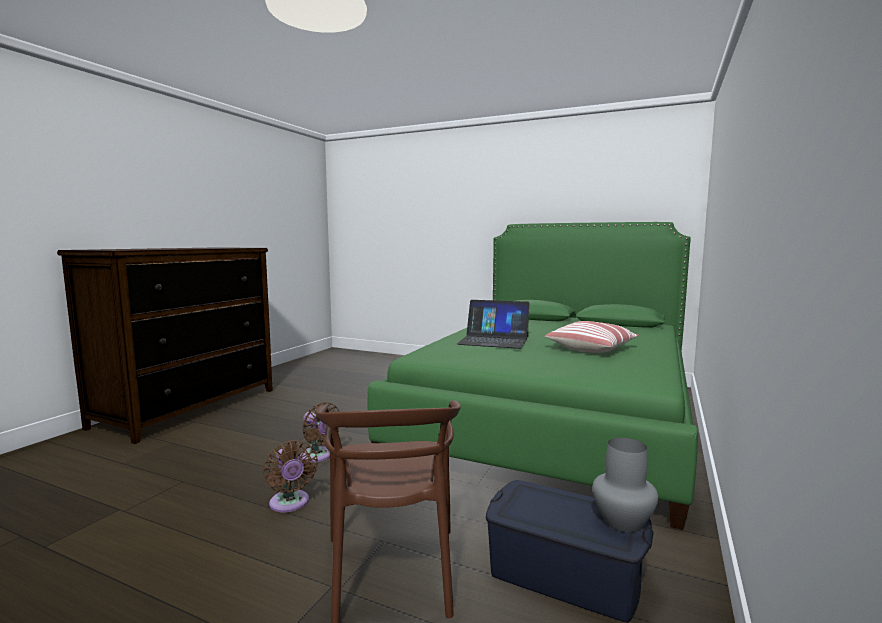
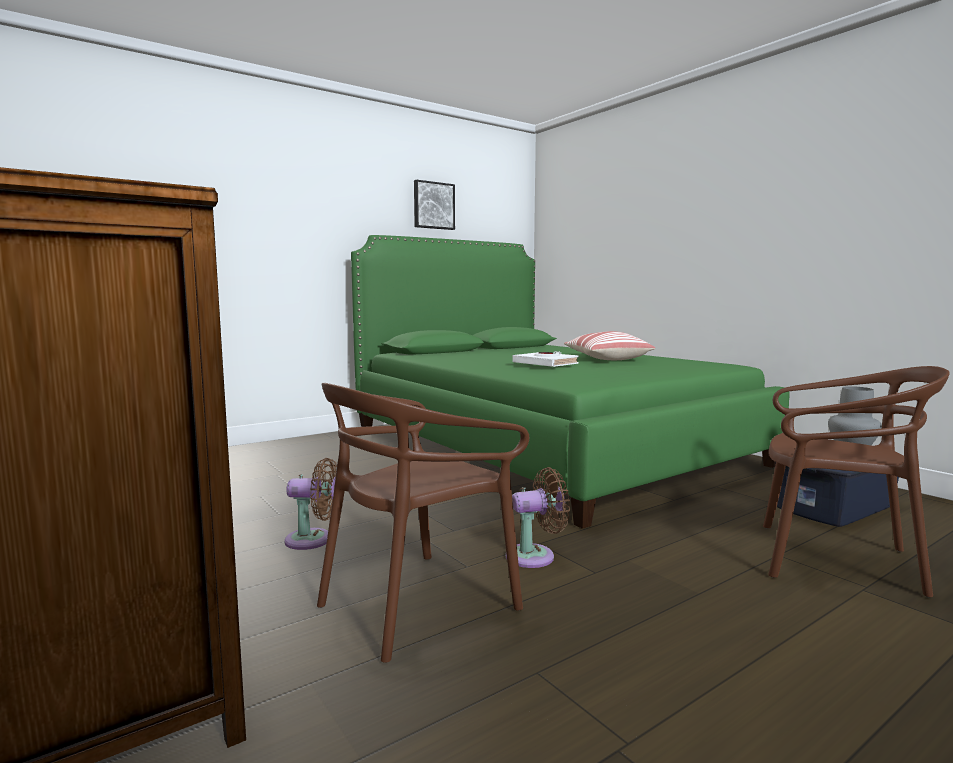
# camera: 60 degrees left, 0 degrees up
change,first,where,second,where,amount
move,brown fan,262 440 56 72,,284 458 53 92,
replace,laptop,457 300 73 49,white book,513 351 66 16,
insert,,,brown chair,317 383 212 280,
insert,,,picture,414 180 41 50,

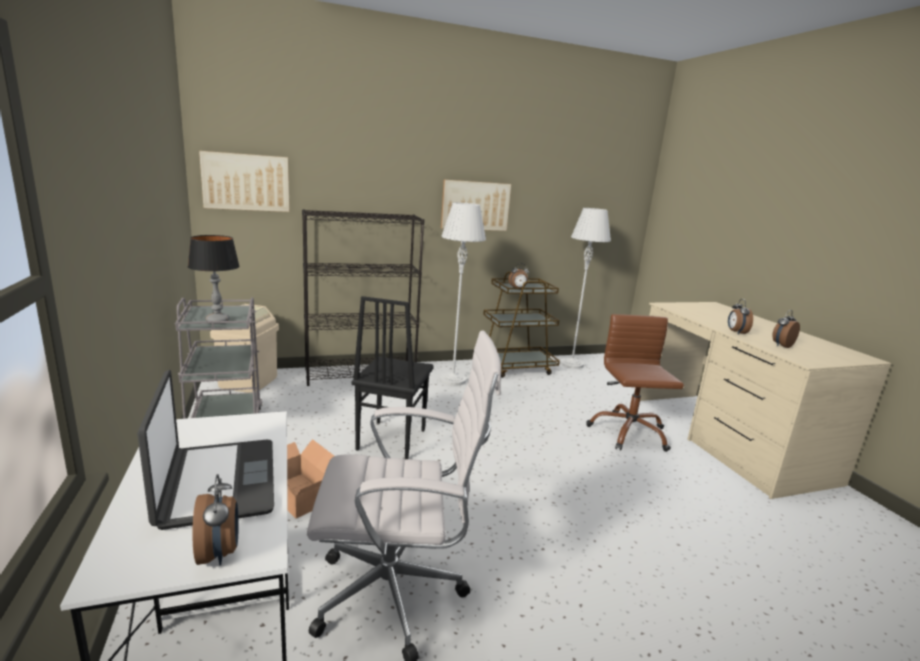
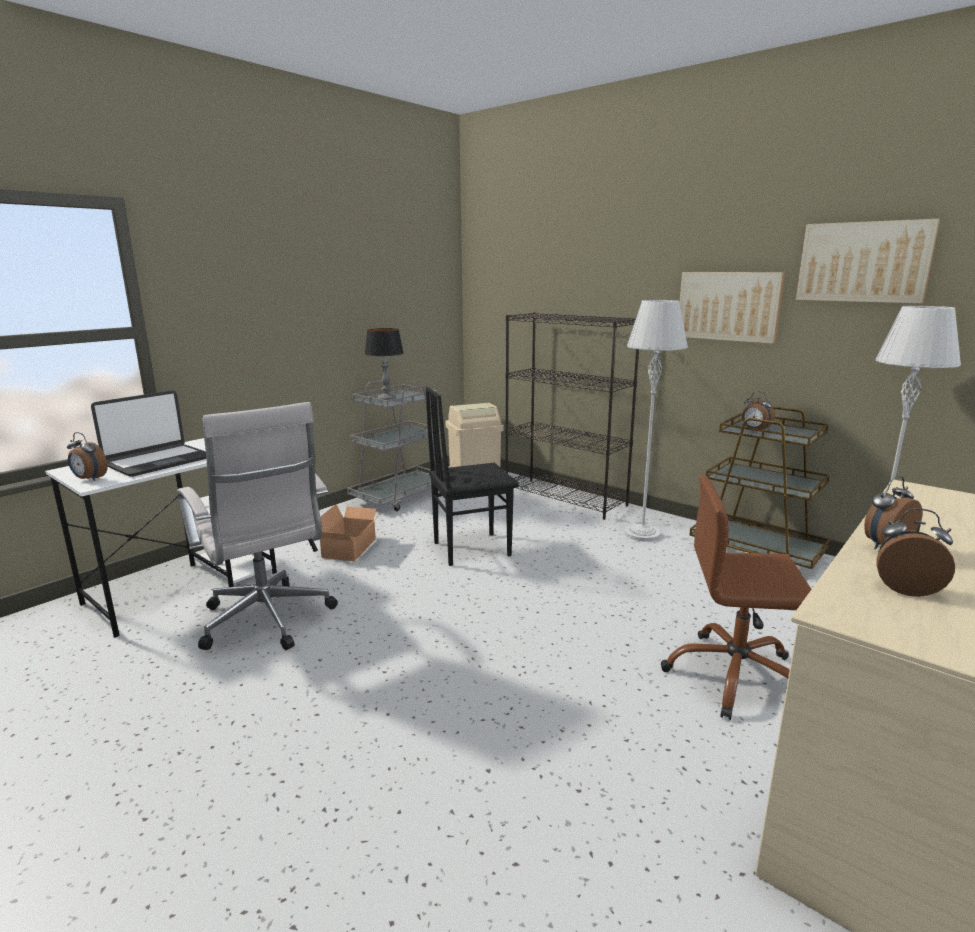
# camera: 60 degrees right, 0 degrees up
change,first,where,second,where,amount
rotate,alarm clock,192 474 47 92,,67 432 41 49,75 degrees clockwise
move,picture,199 151 90 61,,796 219 144 85,
rotate,brown office chair,586 314 98 138,,661 475 151 245,135 degrees counterclockwise

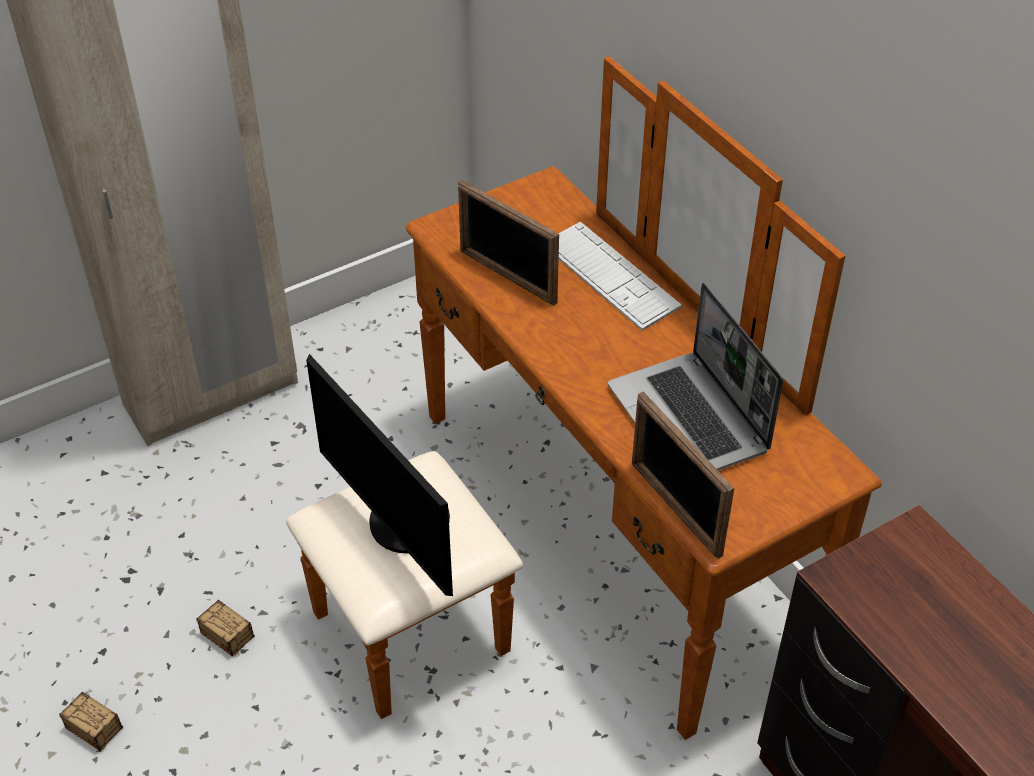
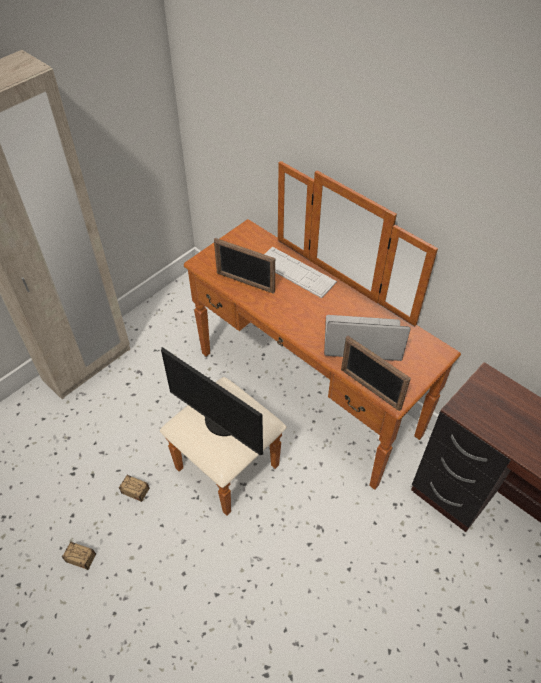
# camera: 15 degrees left, 5 degrees up
change,first,where,second,where,amount
rotate,laptop,608 283 175 187,,324 315 87 46,135 degrees clockwise

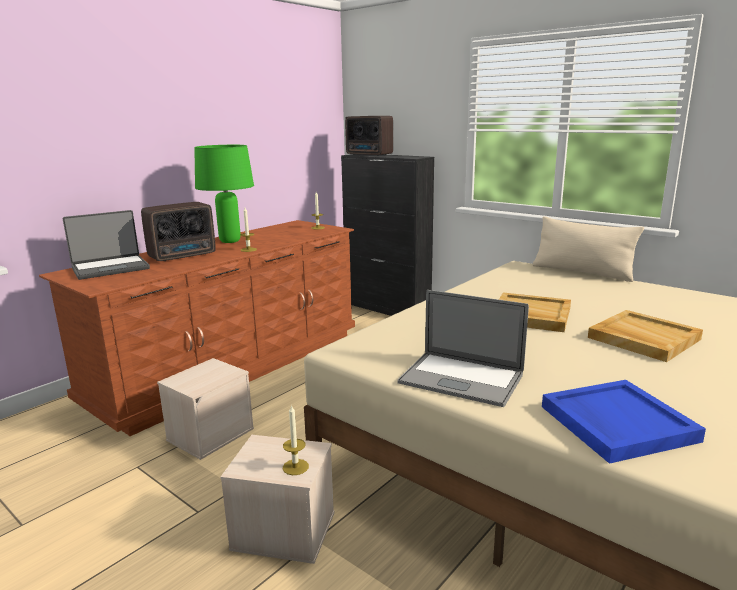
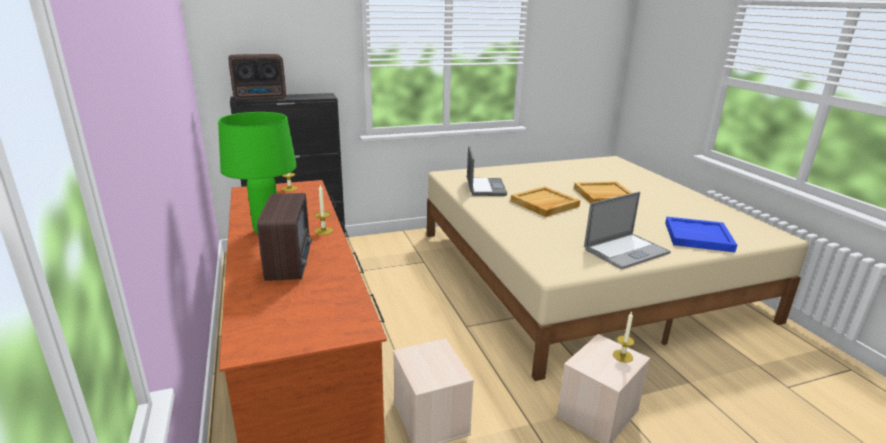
# camera: 60 degrees left, 5 degrees up
change,first,where,second,where,amount
move,laptop,63 210 87 70,,467 146 40 50,
delete,beige pillow,533 216 111 66,,,

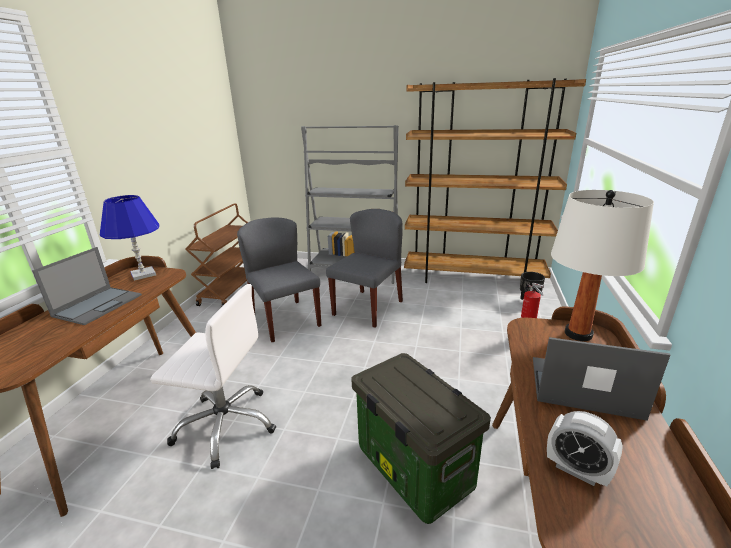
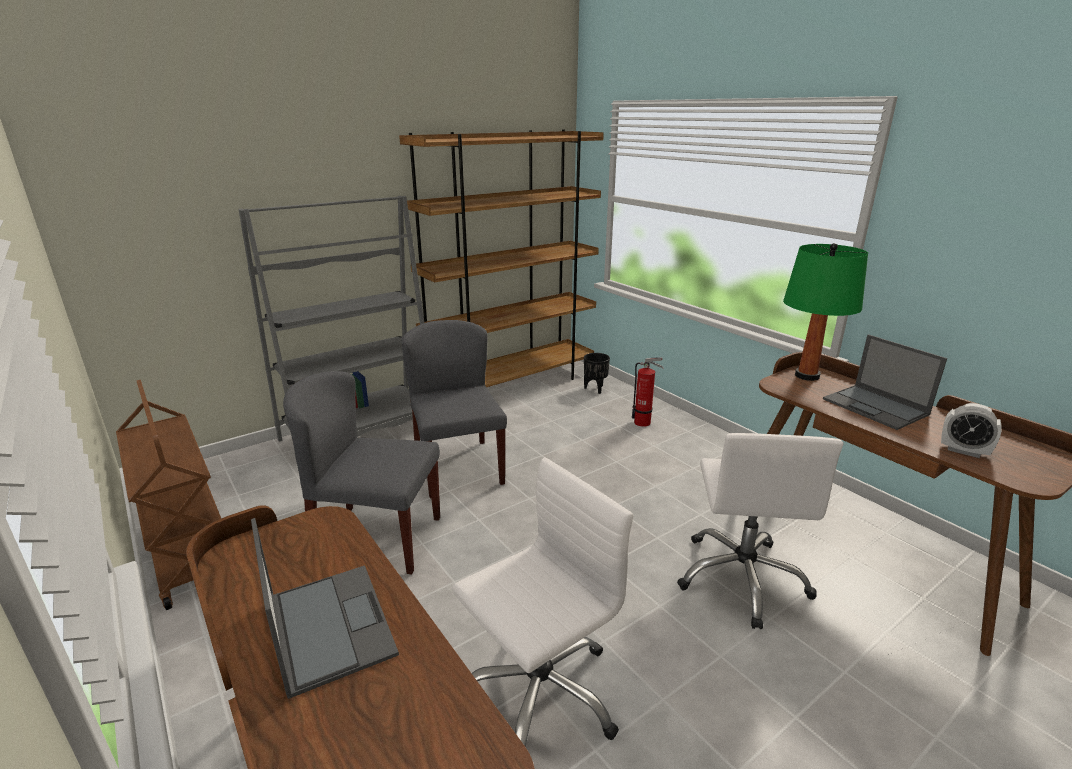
# camera: 50 degrees left, 0 degrees up
change,first,where,second,where,amount
delete,blue table lamp,100 195 60 86,,,
replace,storage box,351 353 140 171,white office chair,677 433 166 196,
rotate,laptop,533 337 137 84,,823 334 124 96,90 degrees counterclockwise
rotate,alarm clock,547 411 76 75,,941 403 60 55,45 degrees clockwise
recolor,white table lamp,551 190 103 151,green table lamp,783 243 85 138,

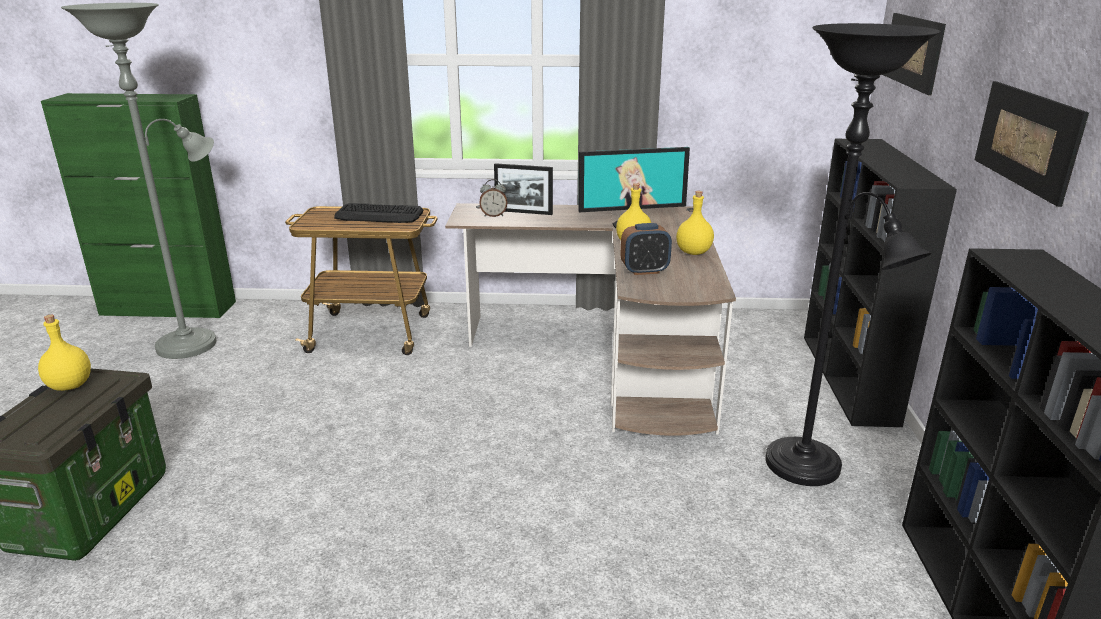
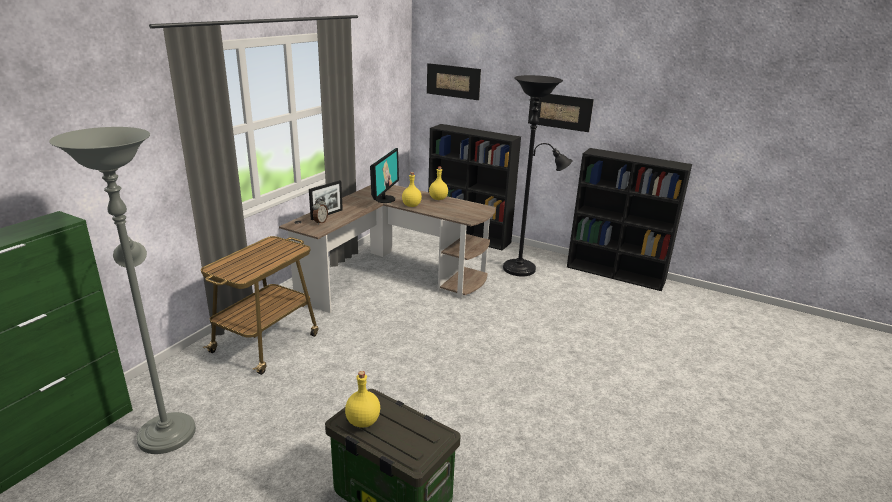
# camera: 65 degrees left, 0 degrees up
change,first,where,second,where,amount
delete,keyboard,334 203 89 20,,,
delete,alarm clock,620 223 52 52,,,

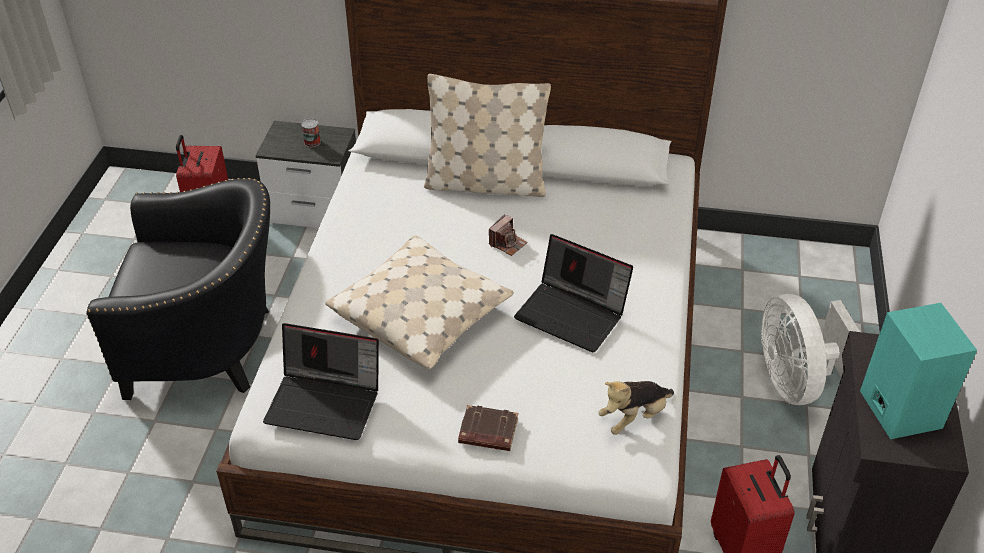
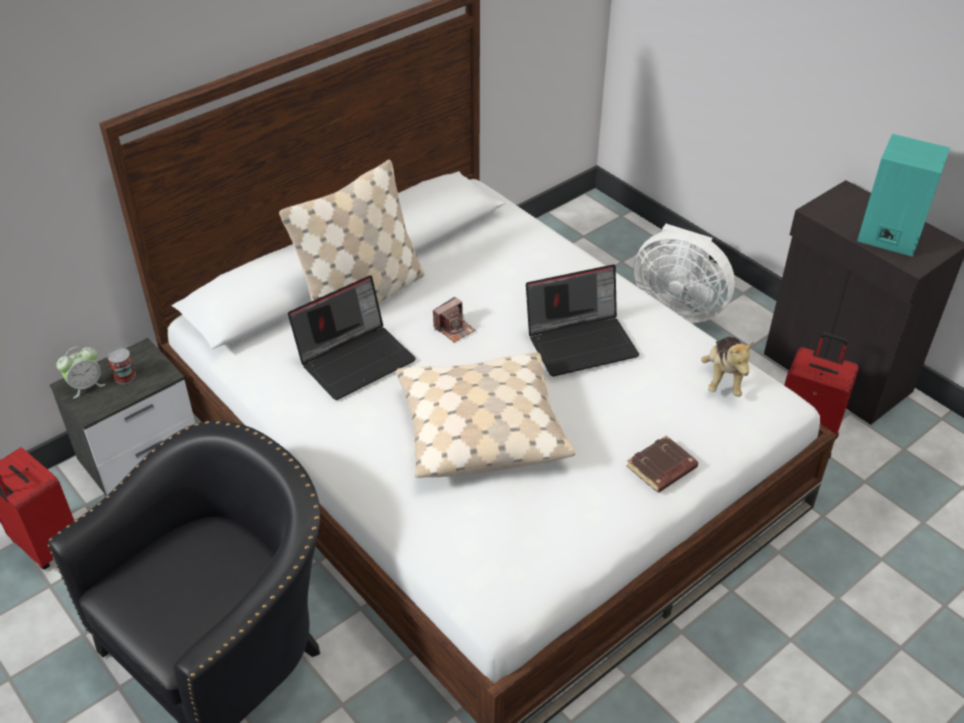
# camera: 50 degrees left, 0 degrees up
change,first,where,second,where,amount
move,laptop,263 323 116 117,,288 275 128 125,
rotate,photo camera,489 214 39 42,,433 297 42 45,60 degrees clockwise
insert,,,alarm clock,56 347 50 51,

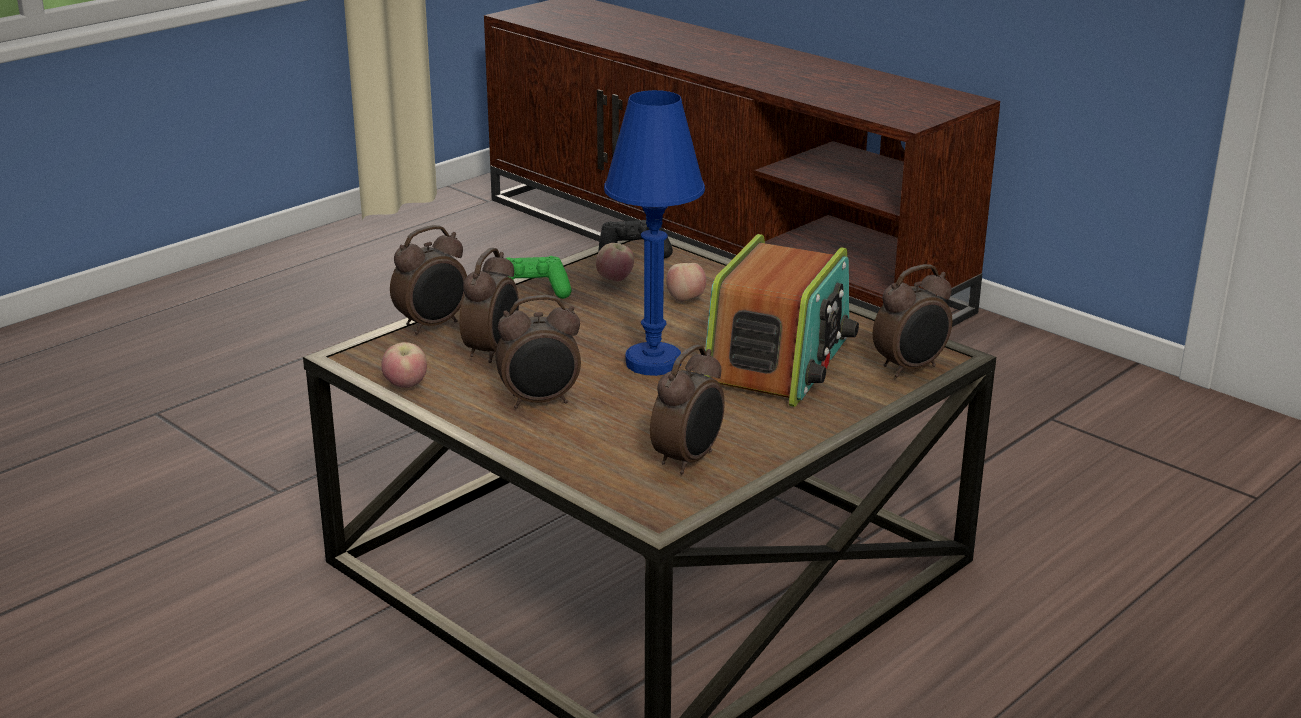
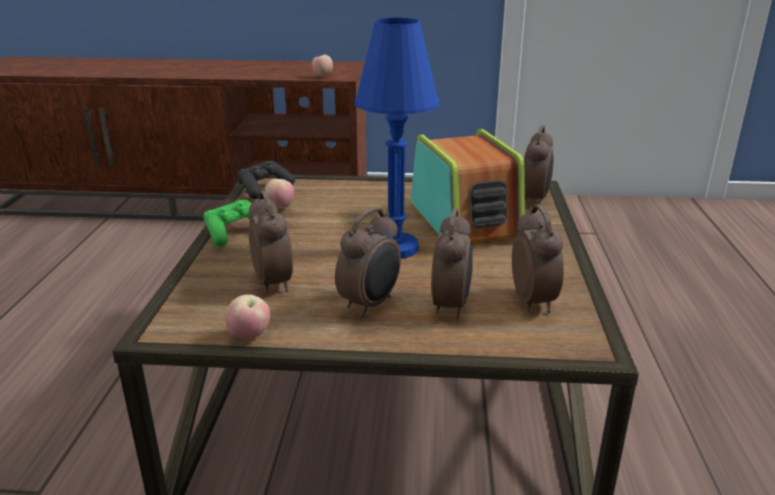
# camera: 40 degrees left, 0 degrees up
change,first,where,second,where,amount
move,alarm clock,390 225 77 109,,431 208 42 111,
move,apple,666 263 40 39,,312 55 21 22,

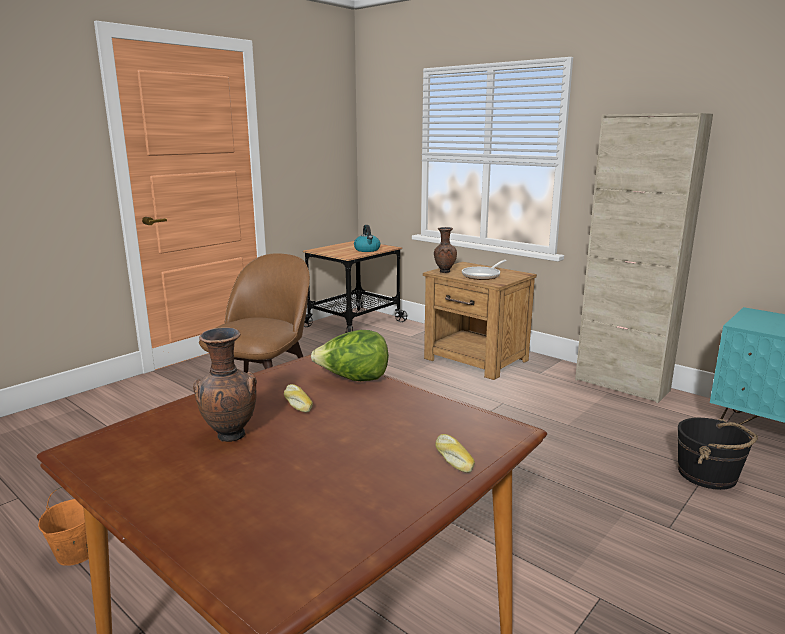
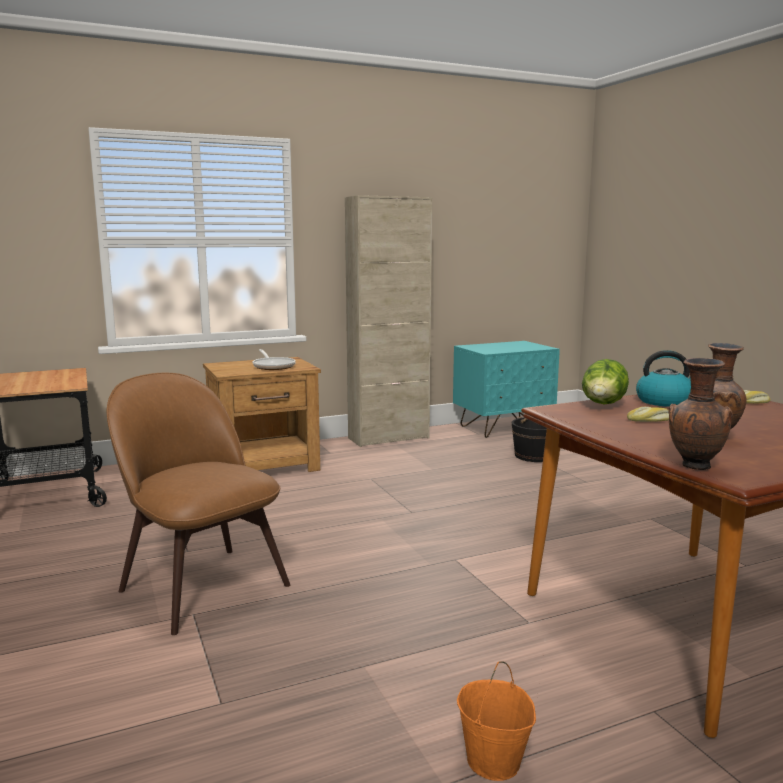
# camera: 65 degrees left, 5 degrees down
change,first,where,second,where,amount
move,kettle,354 225 26 27,,636 350 55 57,
move,brown vase,434 227 23 46,,668 358 65 112,

